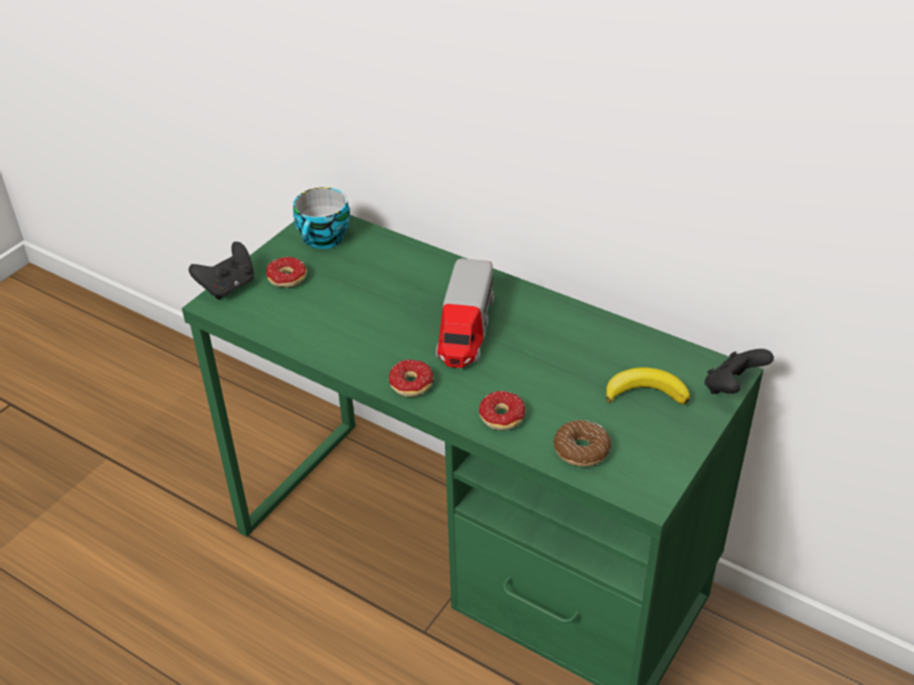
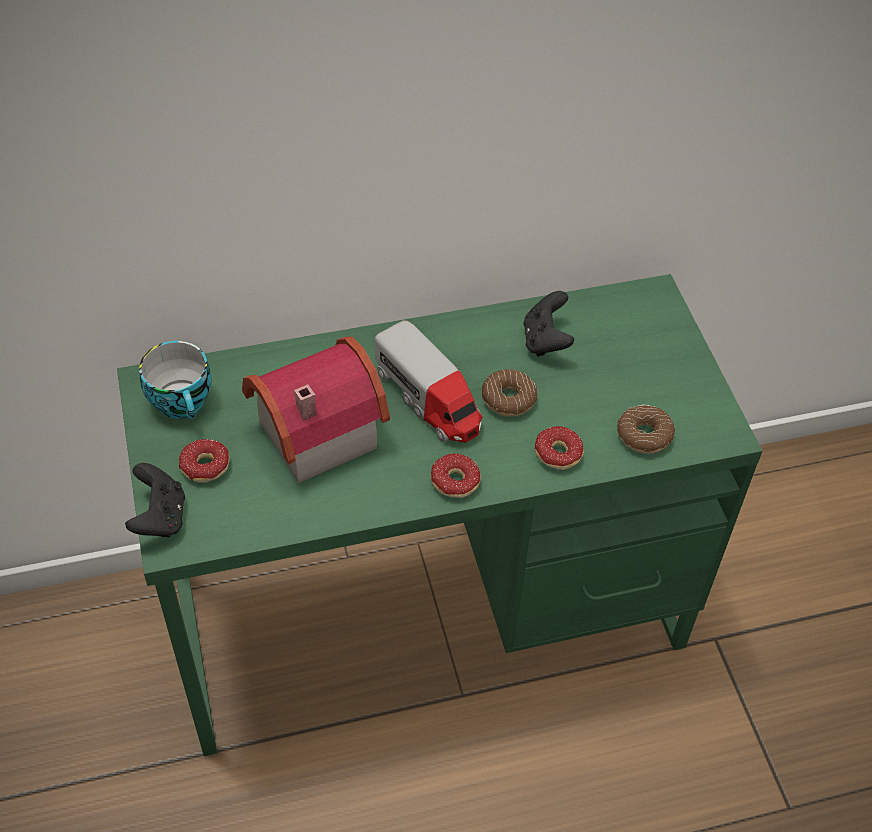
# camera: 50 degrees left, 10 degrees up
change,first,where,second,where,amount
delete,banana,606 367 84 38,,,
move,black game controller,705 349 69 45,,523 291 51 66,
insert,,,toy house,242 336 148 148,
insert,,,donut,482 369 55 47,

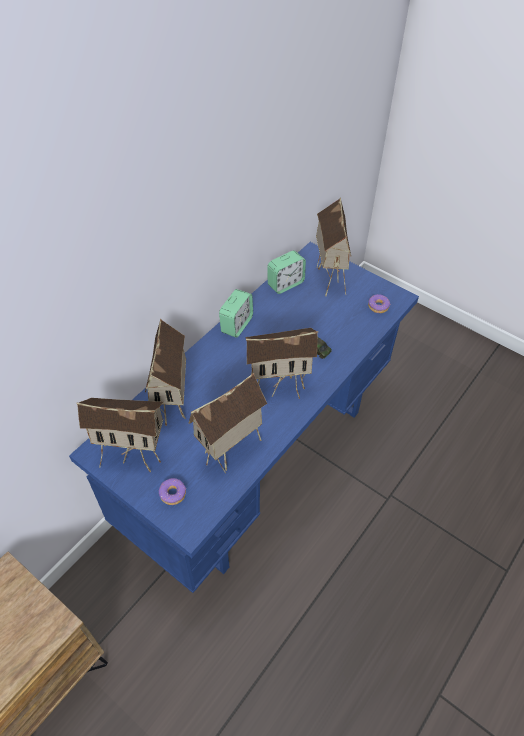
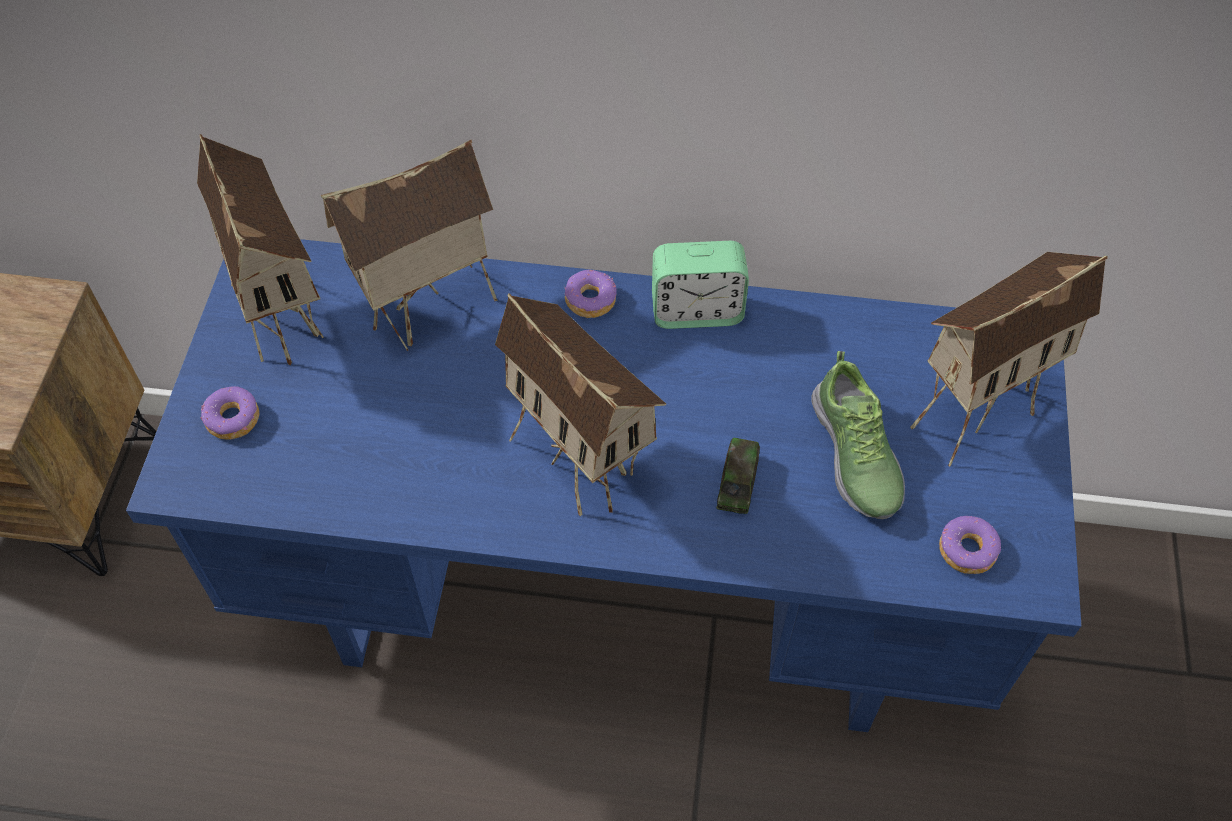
# camera: 60 degrees right, 5 degrees up
change,first,where,second,where,amount
delete,toy house,189 373 78 100,,,
delete,alarm clock,267 251 39 43,,,
insert,,,donut,565 270 52 48,
insert,,,shoe,811 351 94 168,

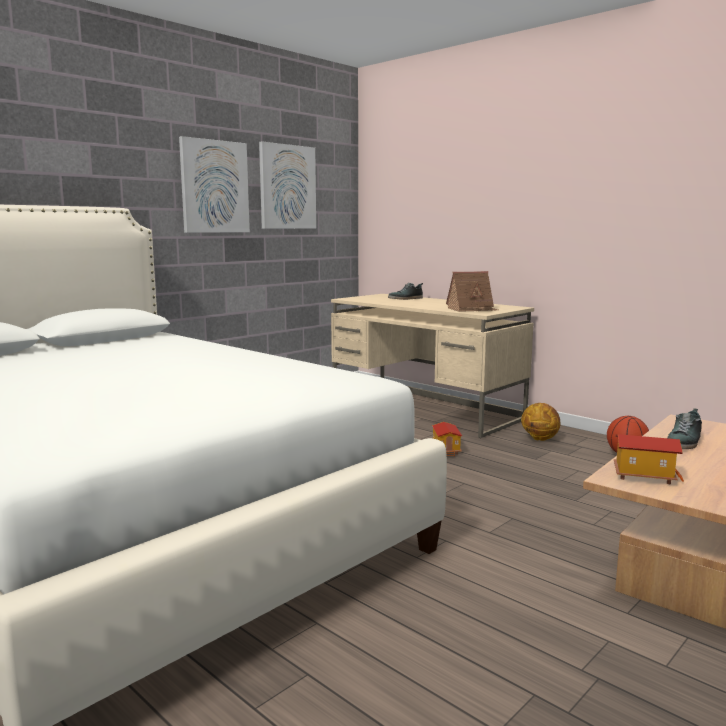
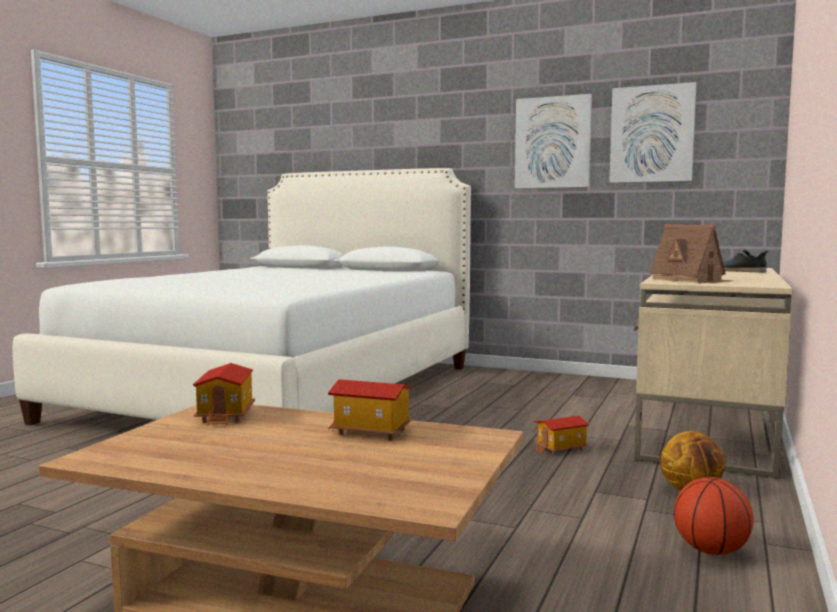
# camera: 70 degrees right, 5 degrees down
change,first,where,second,where,amount
replace,shoe,667 408 35 41,toy house,328 379 84 61,

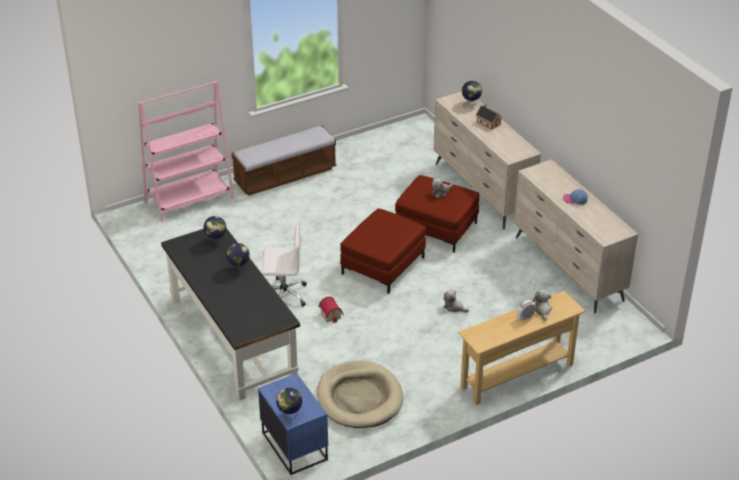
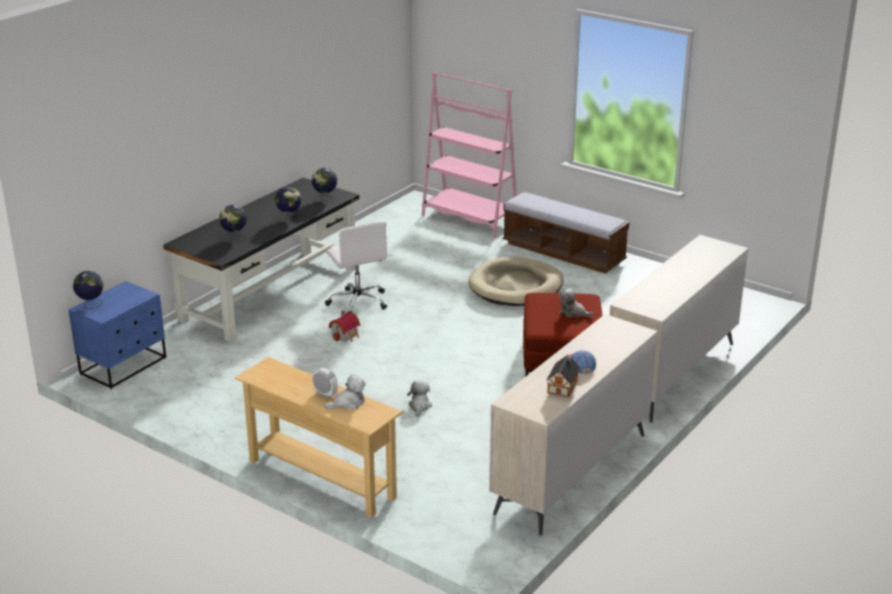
# camera: 65 degrees right, 10 degrees down
change,first,where,second,where,amount
move,beige dog bed,317 361 87 67,,468 256 96 50,
delete,red ottoman,340 209 86 85,,,
move,globe,462 81 20 27,,219 205 28 32,
move,toy house,476 104 26 26,,546 355 34 42,

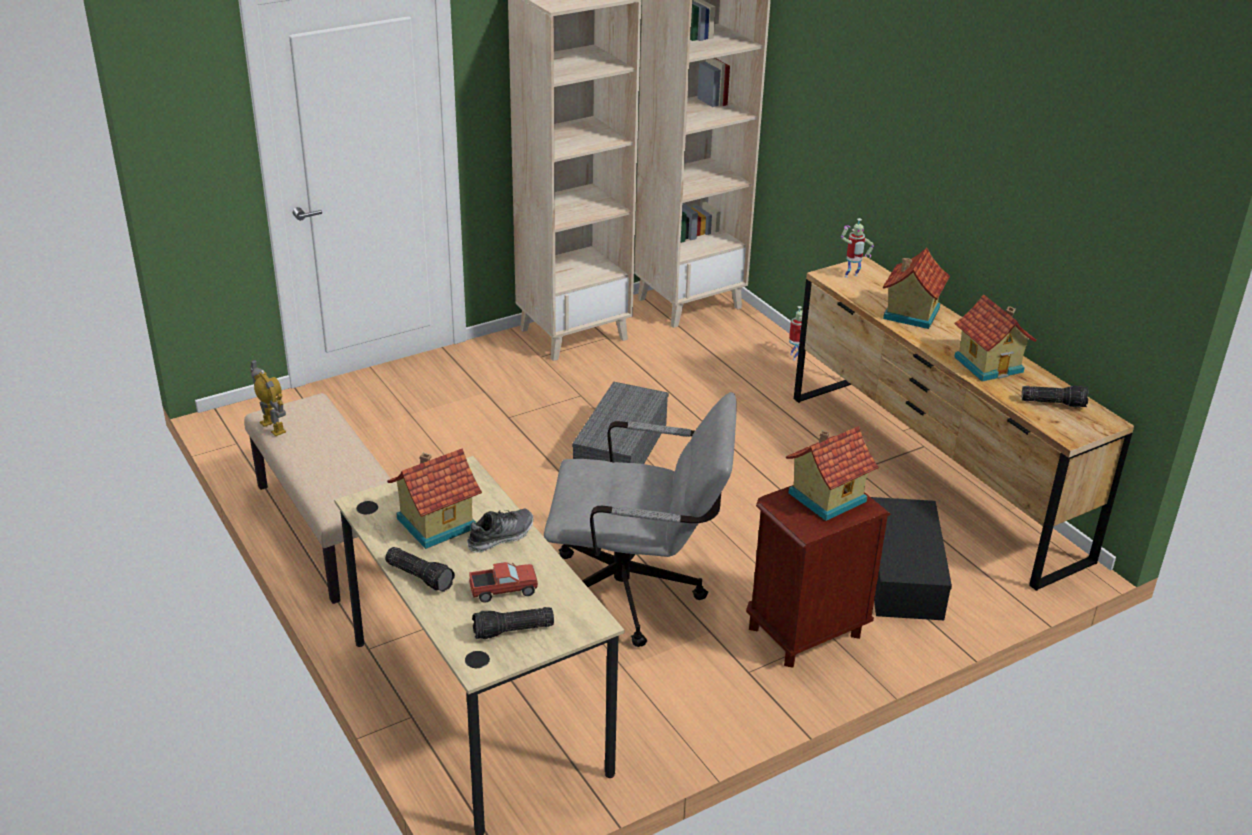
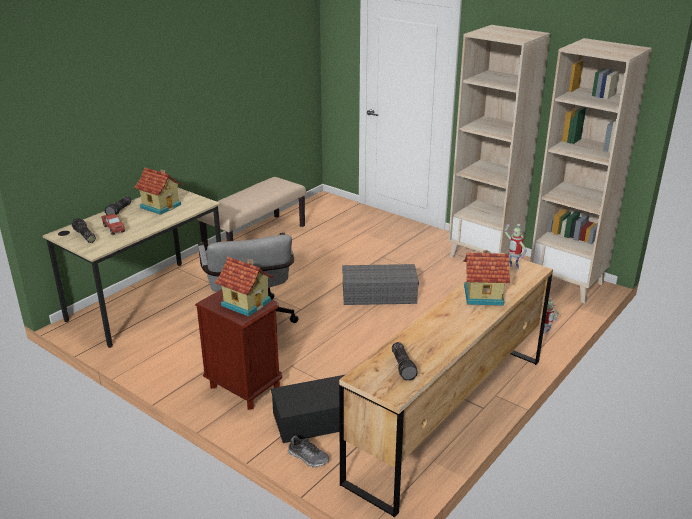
# camera: 70 degrees right, 5 degrees down
change,first,where,second,where,amount
delete,toy robot,250 359 36 77,,,
move,shoe,467 508 66 45,,288 436 42 32,
delete,toy house,954 294 83 88,,,

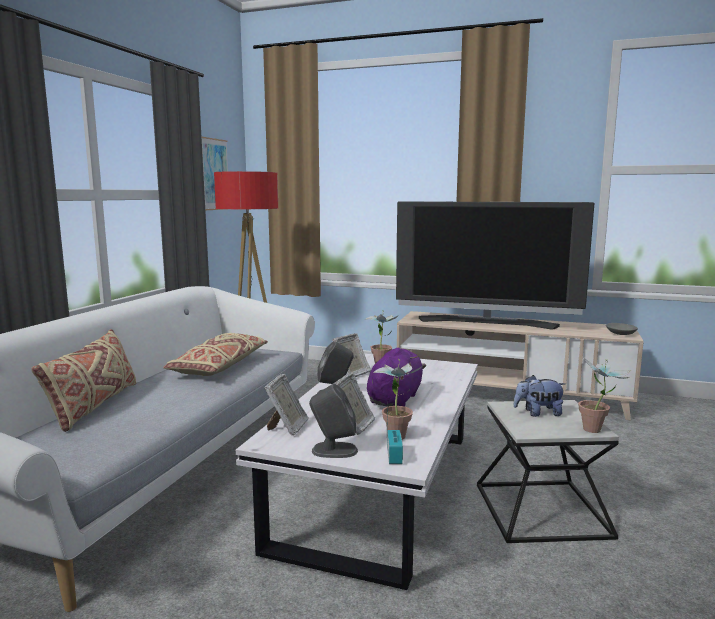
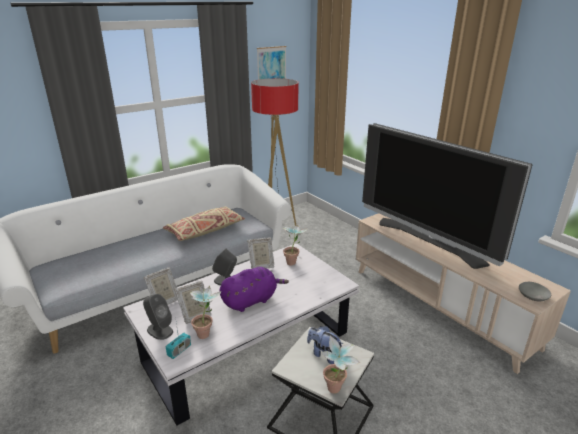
# camera: 35 degrees right, 15 degrees up
change,first,where,second,where,amount
delete,beige pillow,31 329 105 103,,,

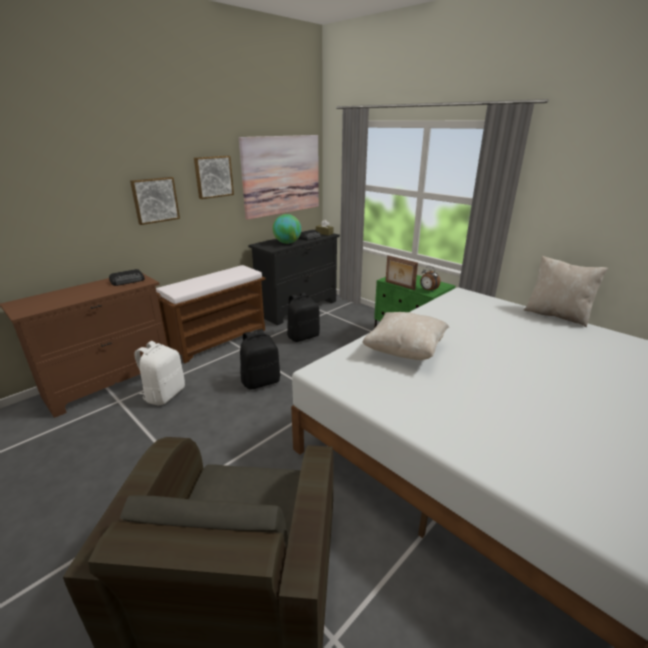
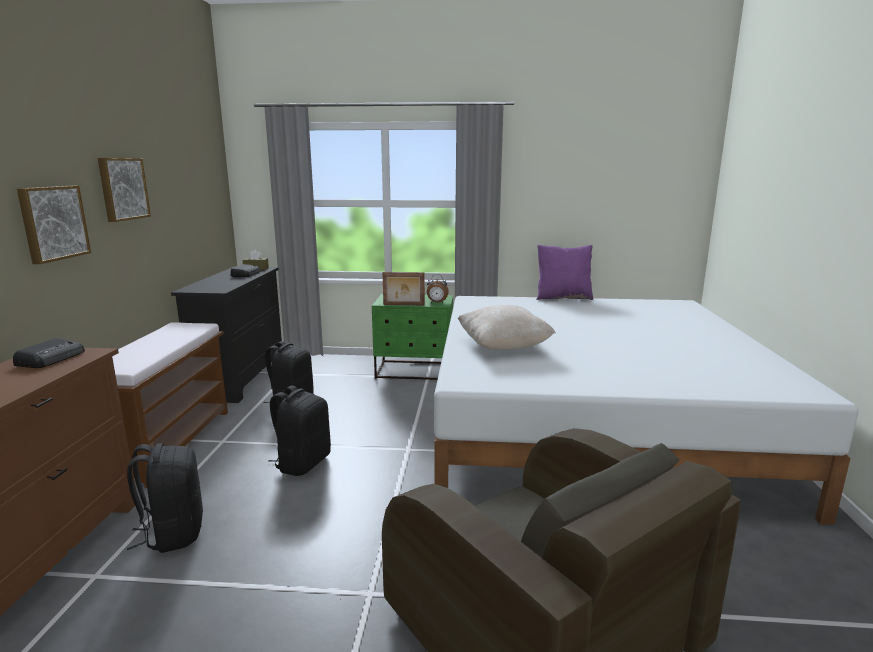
# camera: 40 degrees left, 10 degrees down
change,first,where,second,where,amount
recolor,white backpack,134 341 51 64,black backpack,127 443 76 110,
delete,picture,239 135 80 85,,,
delete,globe,272 214 29 30,,,
recolor,beige pillow,524 256 84 71,purple pillow,536 245 57 55,

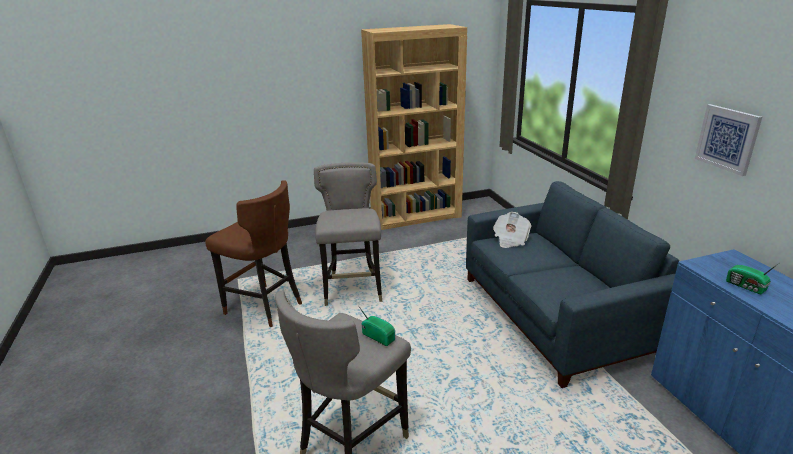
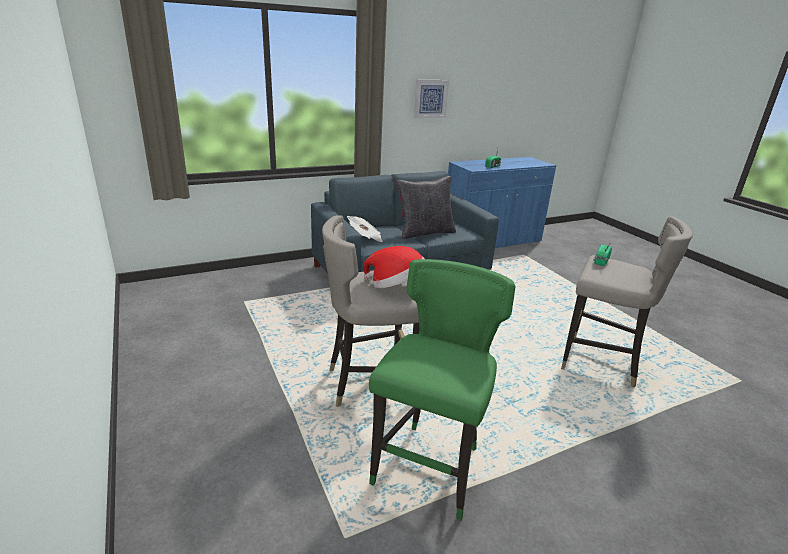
# camera: 100 degrees left, 0 degrees up
change,first,where,second,where,amount
recolor,brown stool,205 180 97 147,green stool,369 259 146 262,
delete,brown bookcase,361 24 106 206,,,
insert,,,hat,363 246 61 42,
insert,,,black pillow,396 176 60 63,

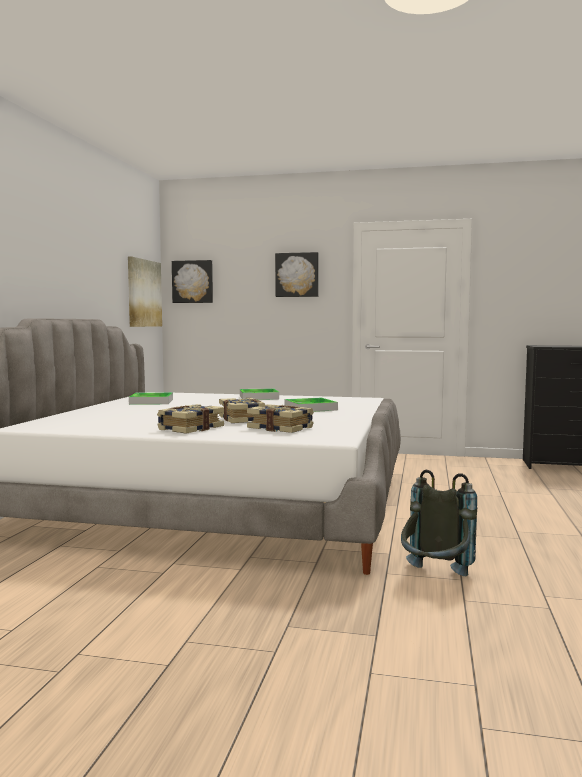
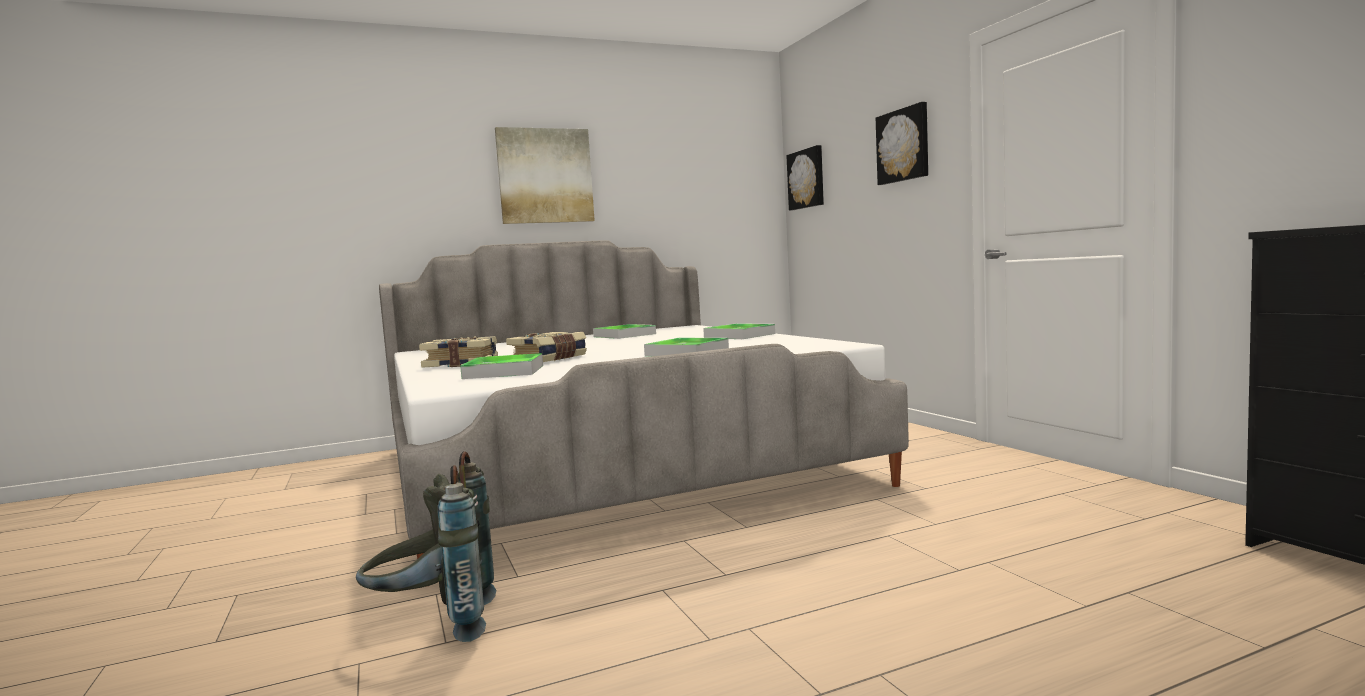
# camera: 55 degrees right, 0 degrees up
change,first,where,second,where,amount
move,picture,128 256 34 71,,495 127 100 97,
replace,book,247 404 67 29,tray,460 353 83 26,

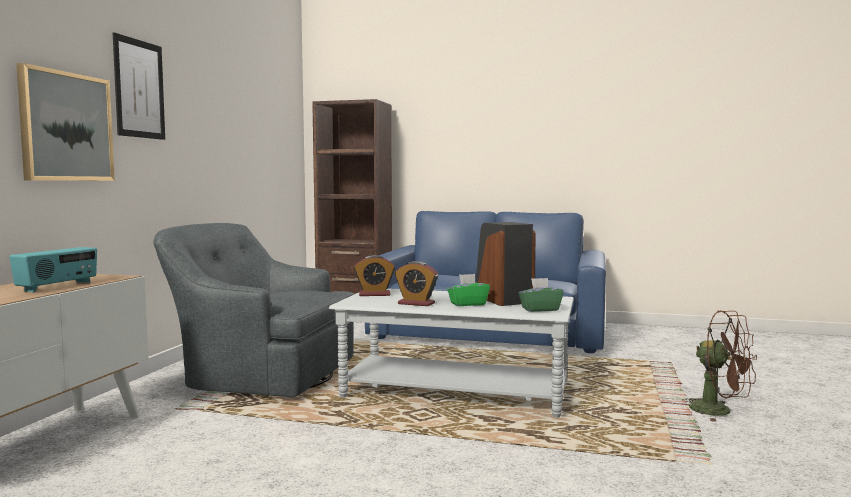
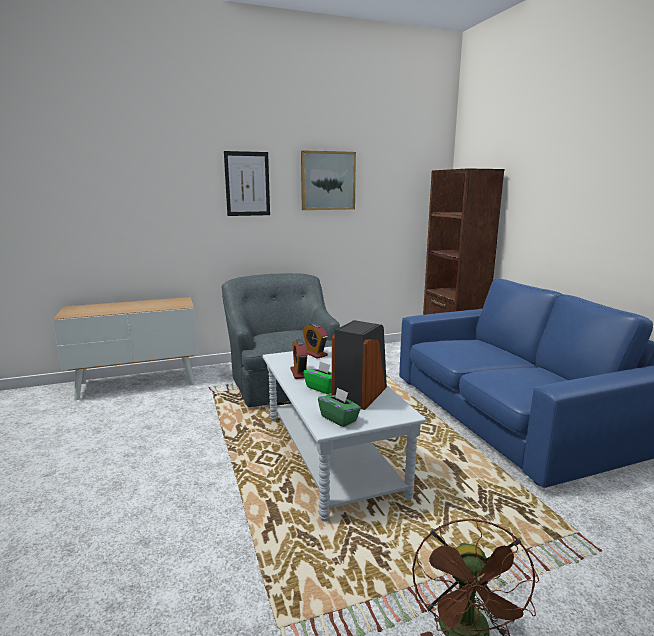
# camera: 55 degrees right, 10 degrees up
change,first,where,second,where,amount
delete,radio,9 247 88 45,,,
move,picture,16 63 99 118,,301 150 55 60,

